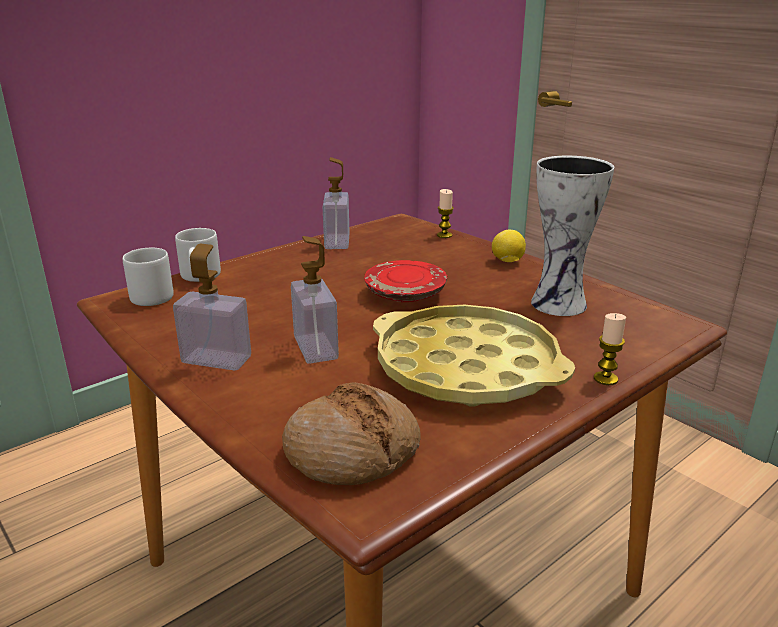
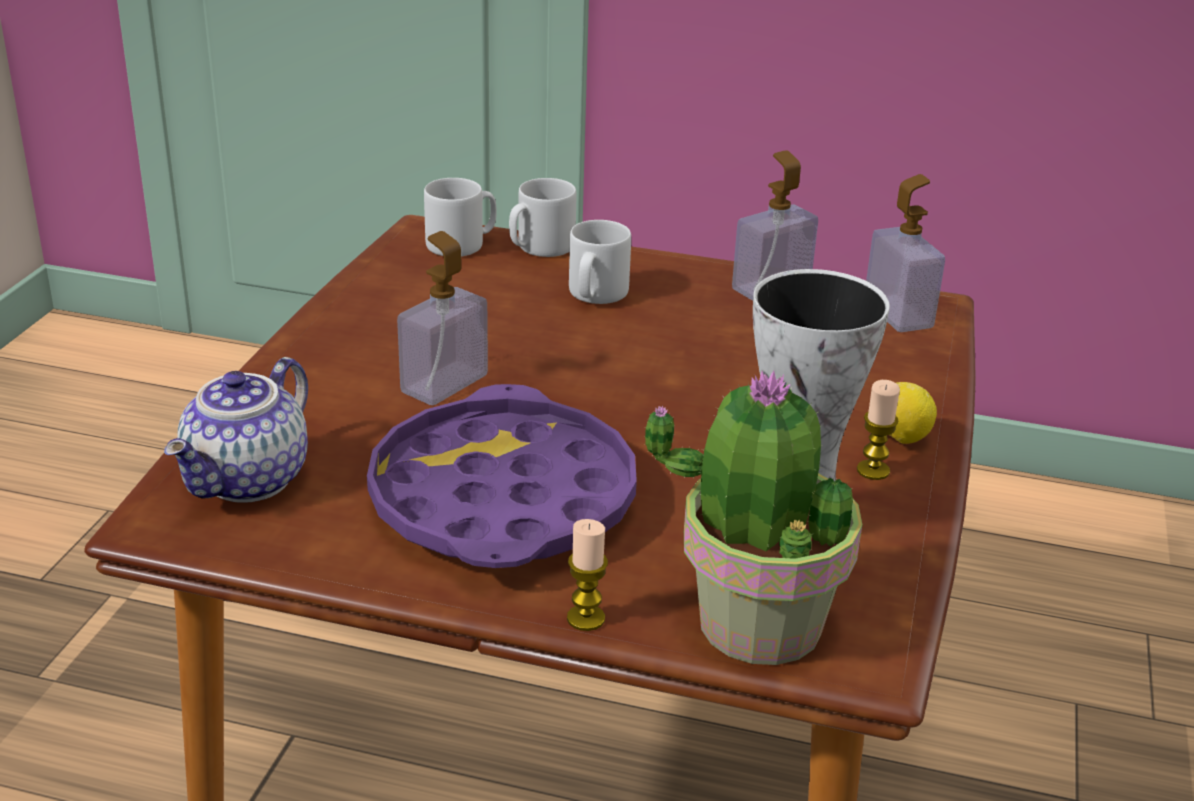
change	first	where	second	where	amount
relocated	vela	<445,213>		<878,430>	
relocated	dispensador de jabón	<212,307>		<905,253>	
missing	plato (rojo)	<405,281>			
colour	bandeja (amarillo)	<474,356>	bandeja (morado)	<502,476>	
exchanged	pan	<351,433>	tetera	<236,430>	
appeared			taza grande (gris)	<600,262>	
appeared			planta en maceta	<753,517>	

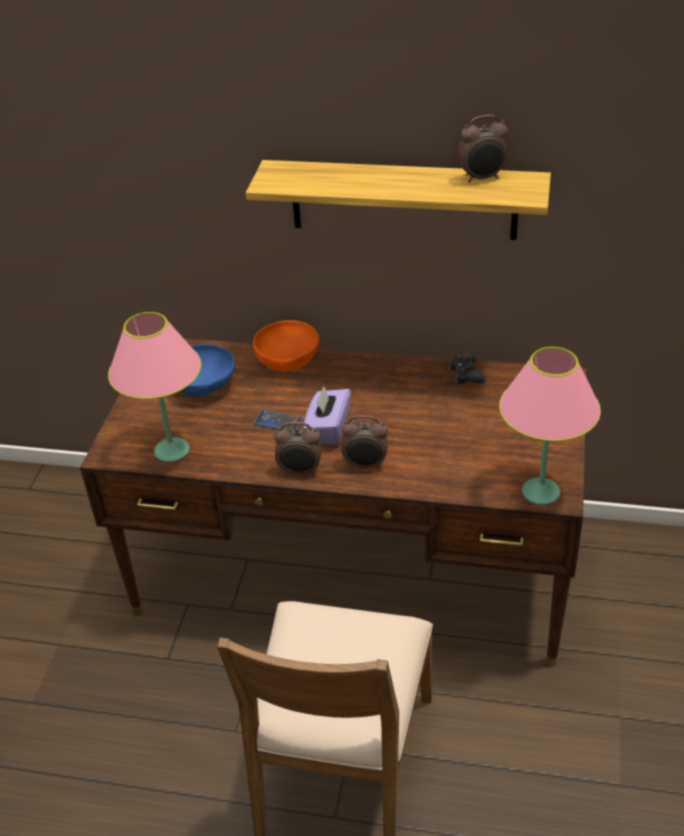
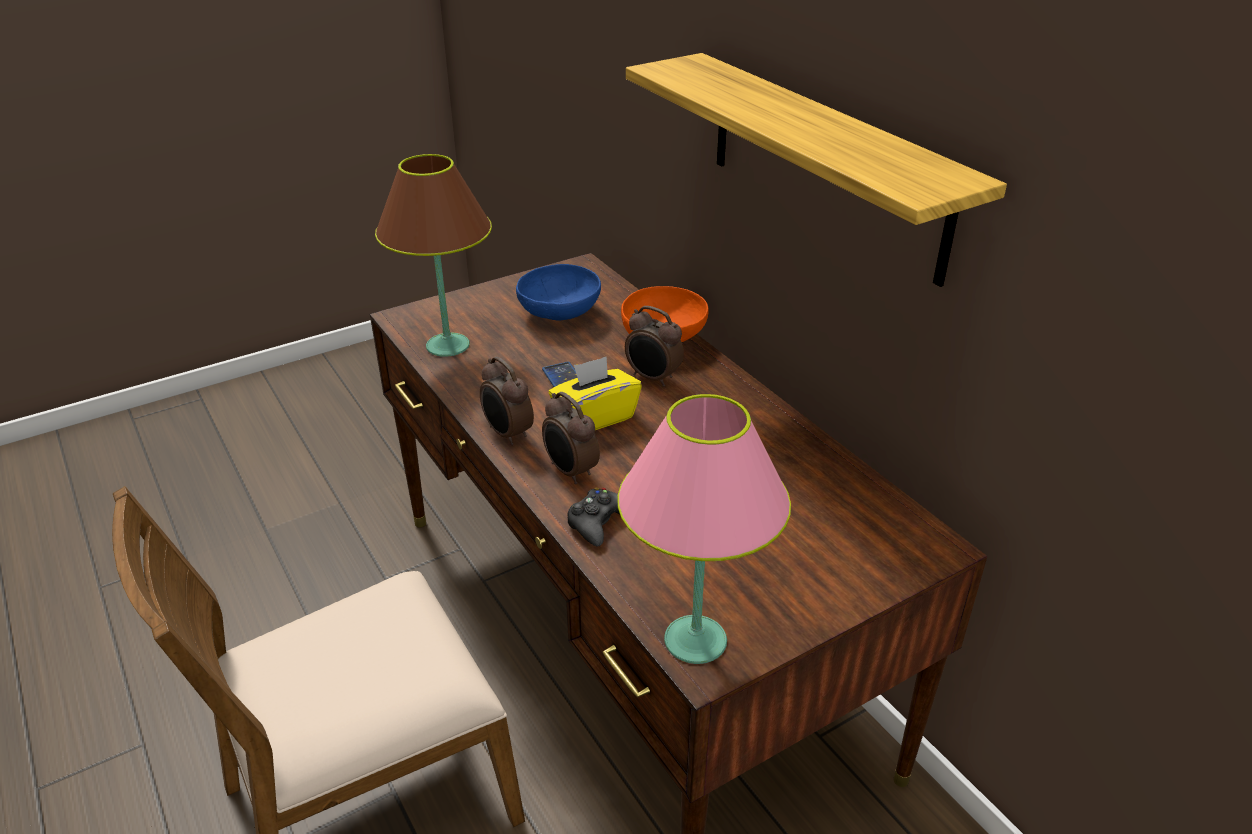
change	first	where	second	where	amount
relocated	despertador	<482,149>		<654,346>	
colour	lámpara de mesa (rosa)	<154,387>	lámpara de mesa (marrón)	<433,255>	
relocated	mando de consola (negro)	<467,369>		<593,517>	
colour	caja de pañuelos (morado)	<327,415>	caja de pañuelos (amarillo)	<595,393>	

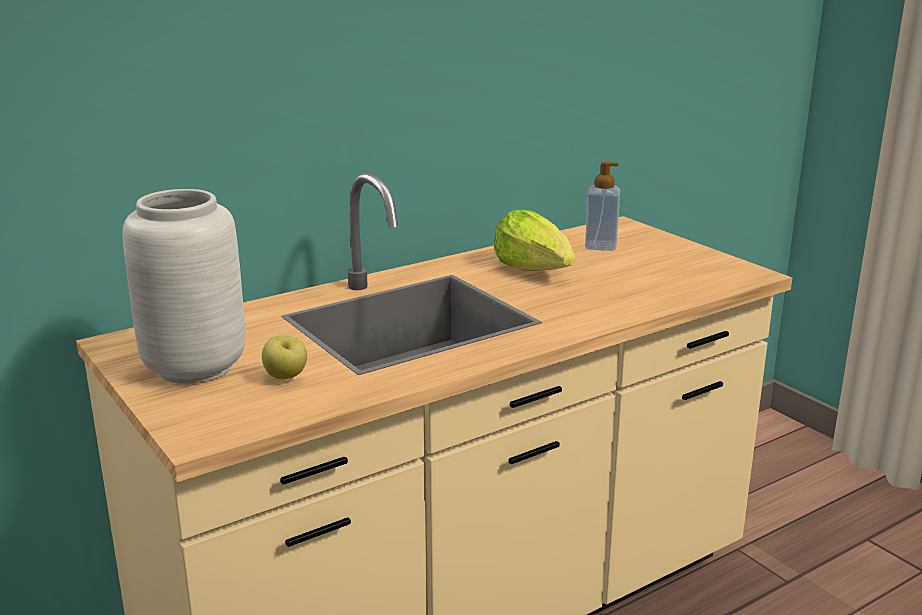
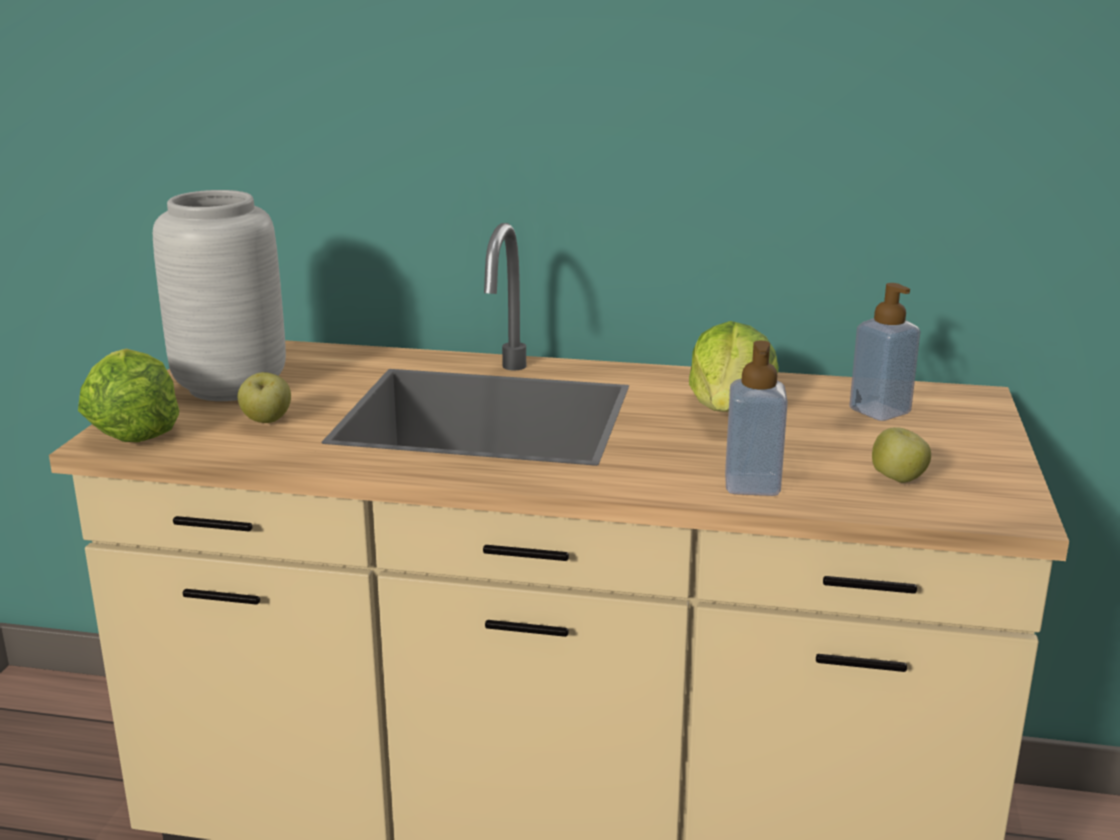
change	first	where	second	where	amount
appeared			dispensador de jabón	<756,418>	
appeared			lechuga	<128,395>	
appeared			manzana	<901,455>	

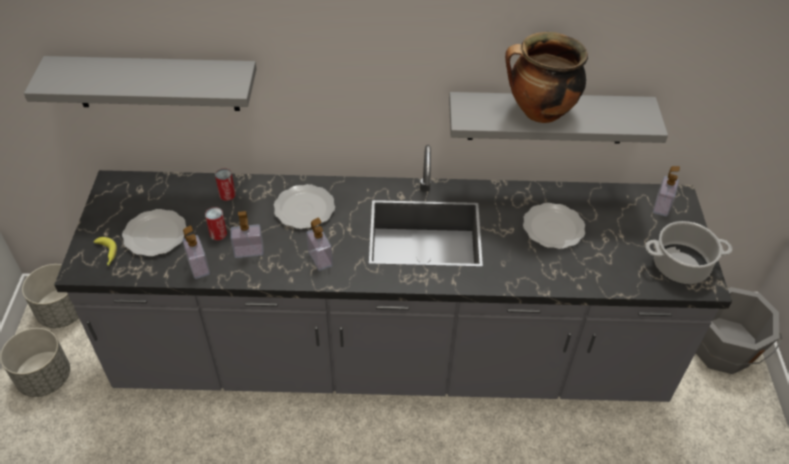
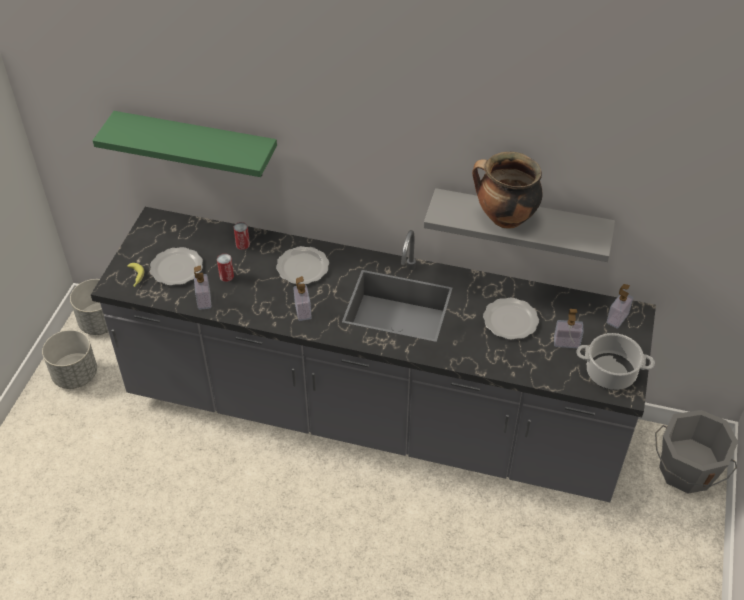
change	first	where	second	where	amount
colour	estante (gris)	<140,83>	estante (verde)	<185,144>	
relocated	dispensador de jabón	<247,234>		<569,328>	

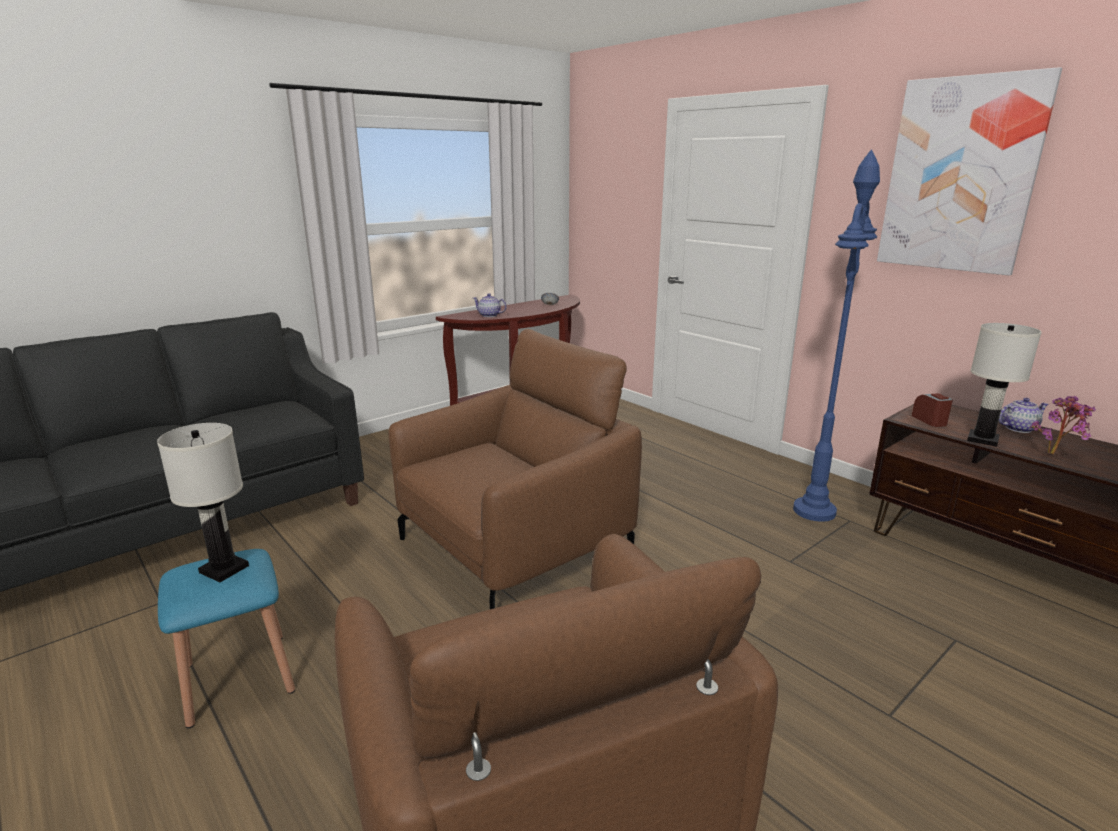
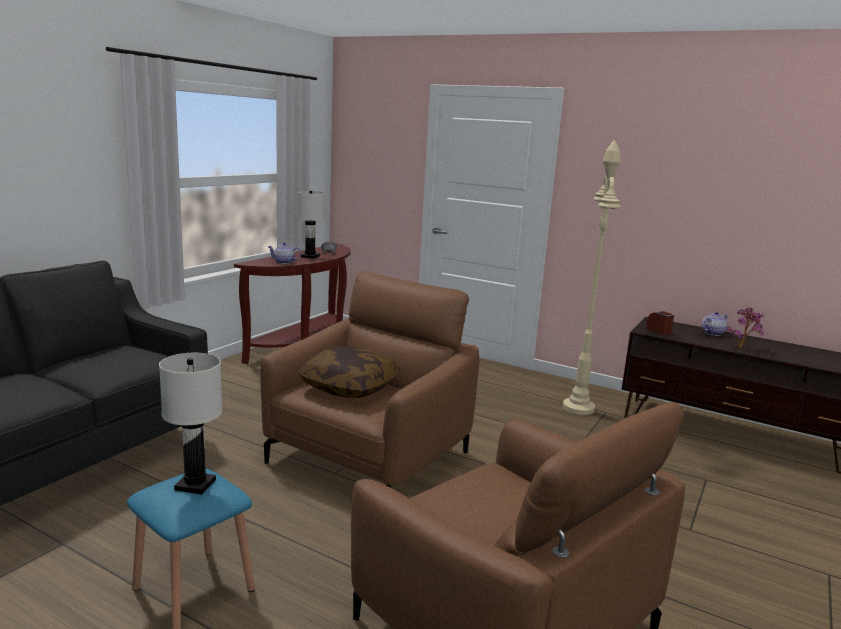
change	first	where	second	where	amount
missing	cuadro	<969,171>			
colour	lámpara de pie (azul)	<836,336>	lámpara de pie (beis)	<592,277>	
relocated	lámpara de mesa (blanco)	<1004,385>		<311,225>	
appeared			cojín	<349,372>	

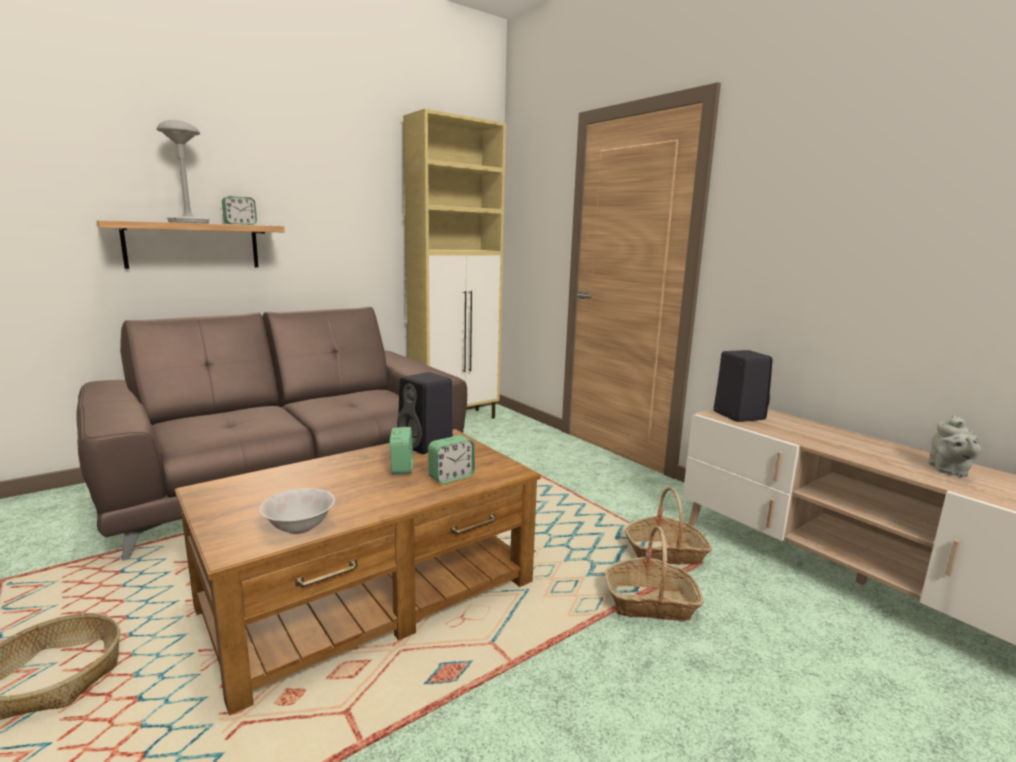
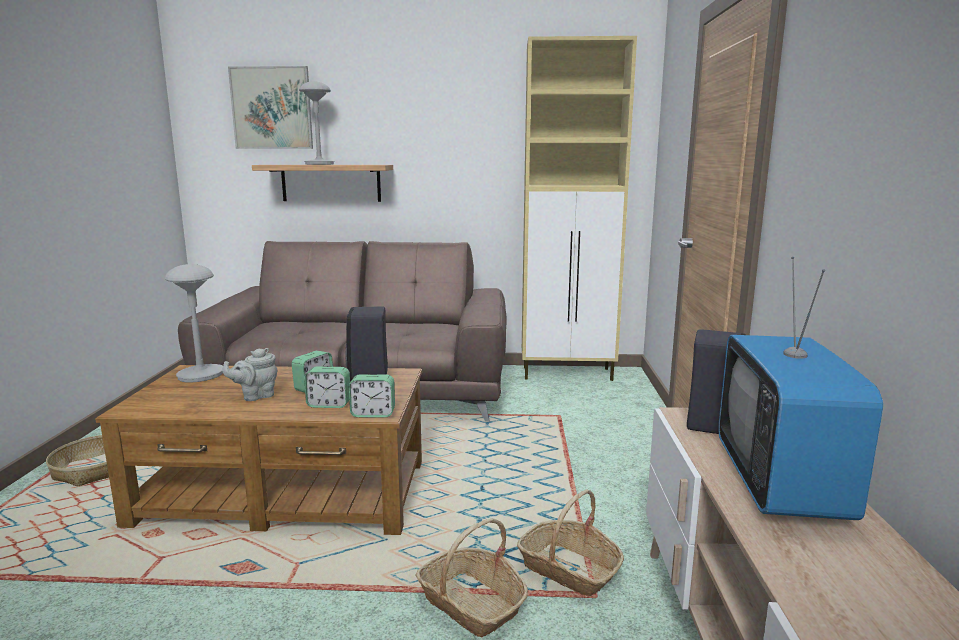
change	first	where	second	where	amount
relocated	despertador	<239,210>		<372,395>	
relocated	tetera (gris)	<955,446>		<249,374>	
missing	cuenco (blanco)	<297,511>			
appeared			cuadro	<270,107>	
appeared			televisor	<800,388>	
appeared			lámpara de mesa (gris)	<194,323>	

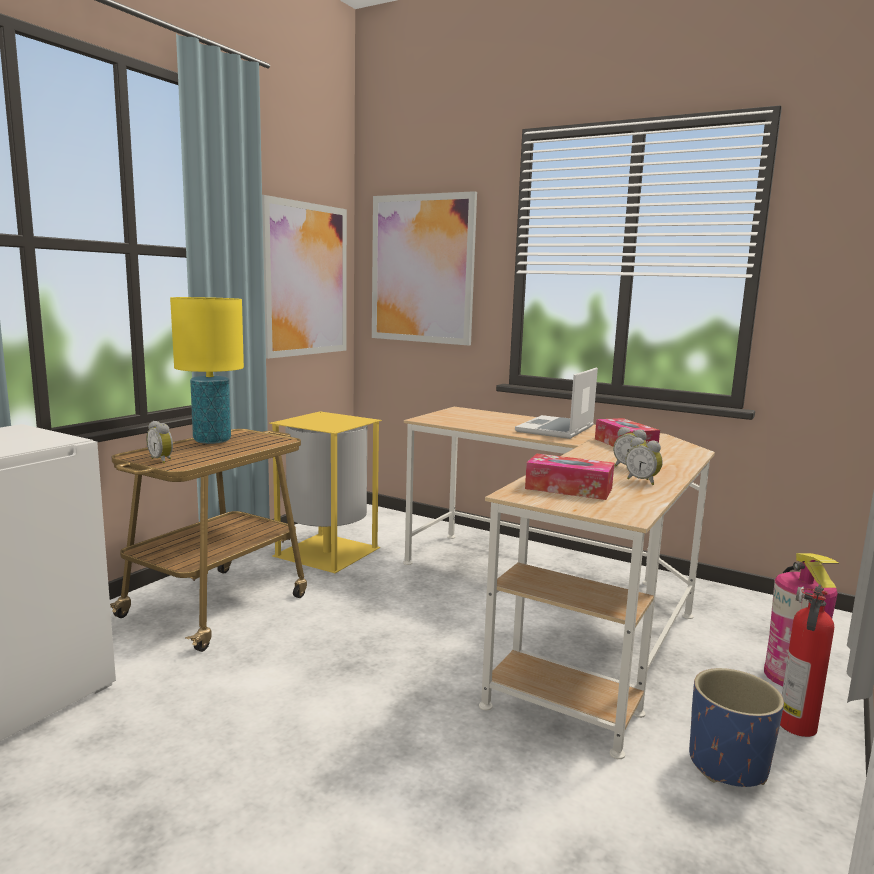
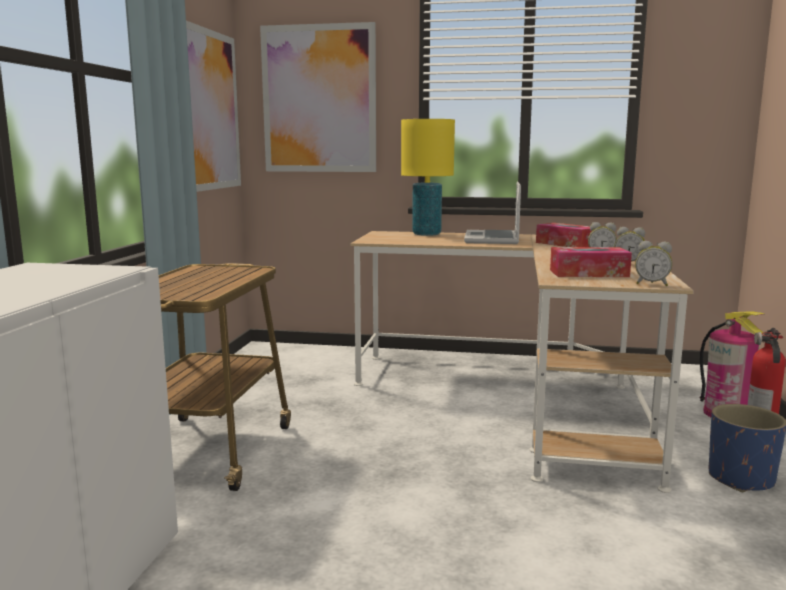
change	first	where	second	where	amount
relocated	lámpara de mesa (amarillo)	<207,370>		<428,177>	
missing	papelera (amarillo)	<325,492>			
relocated	despertador	<159,442>		<653,263>	

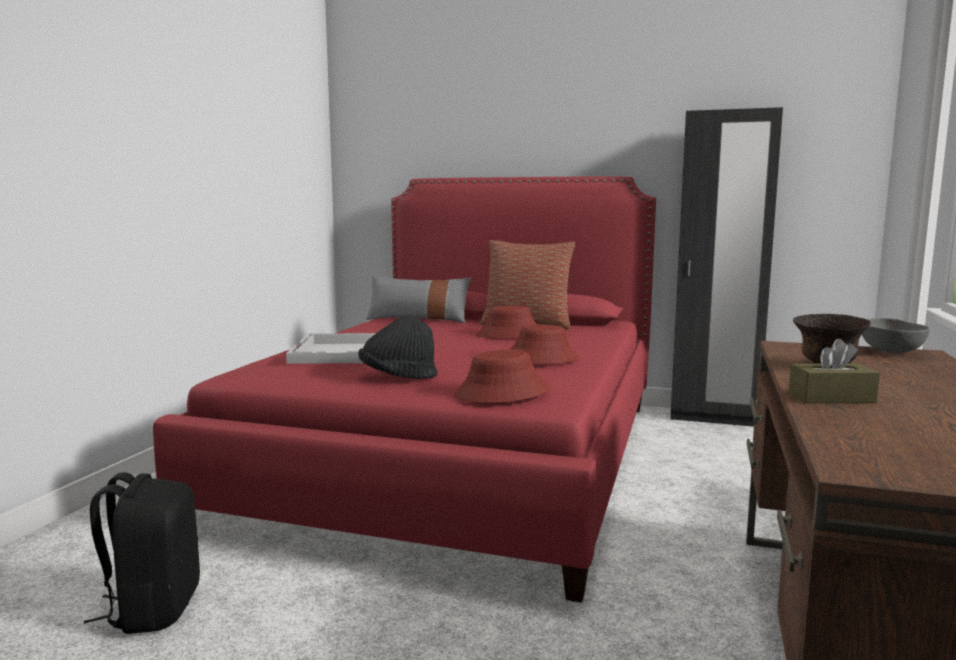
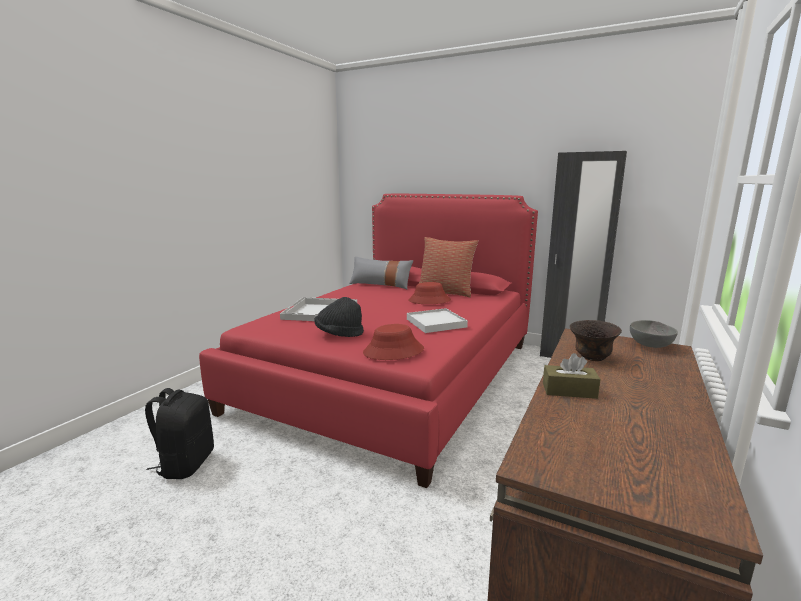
change	first	where	second	where	amount
exchanged	sombrero (rojo)	<545,344>	bandeja (blanco)	<437,320>	

